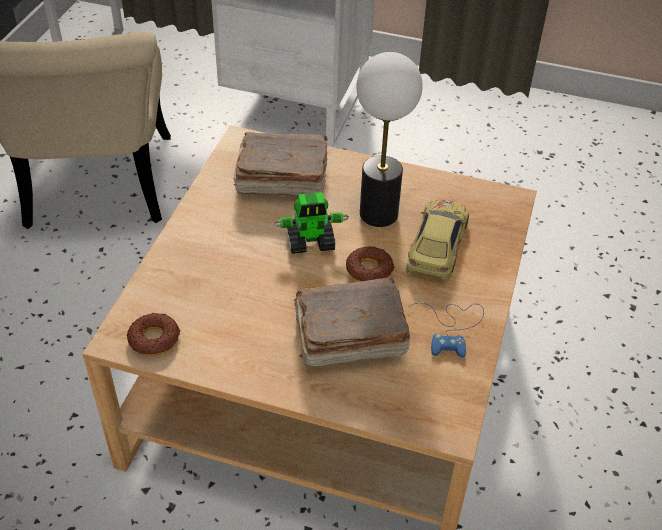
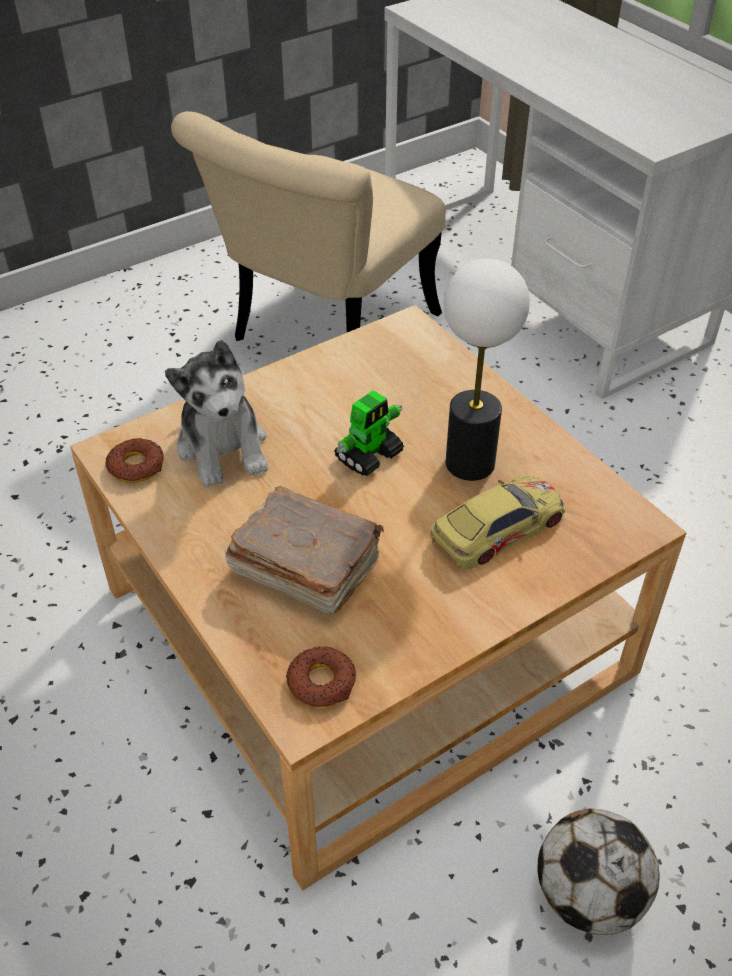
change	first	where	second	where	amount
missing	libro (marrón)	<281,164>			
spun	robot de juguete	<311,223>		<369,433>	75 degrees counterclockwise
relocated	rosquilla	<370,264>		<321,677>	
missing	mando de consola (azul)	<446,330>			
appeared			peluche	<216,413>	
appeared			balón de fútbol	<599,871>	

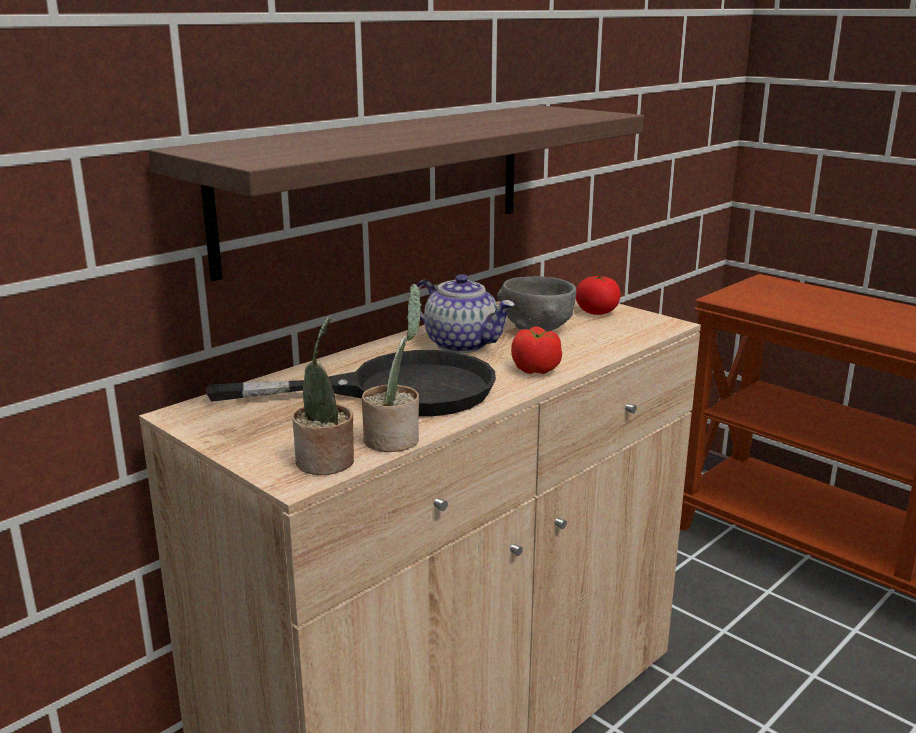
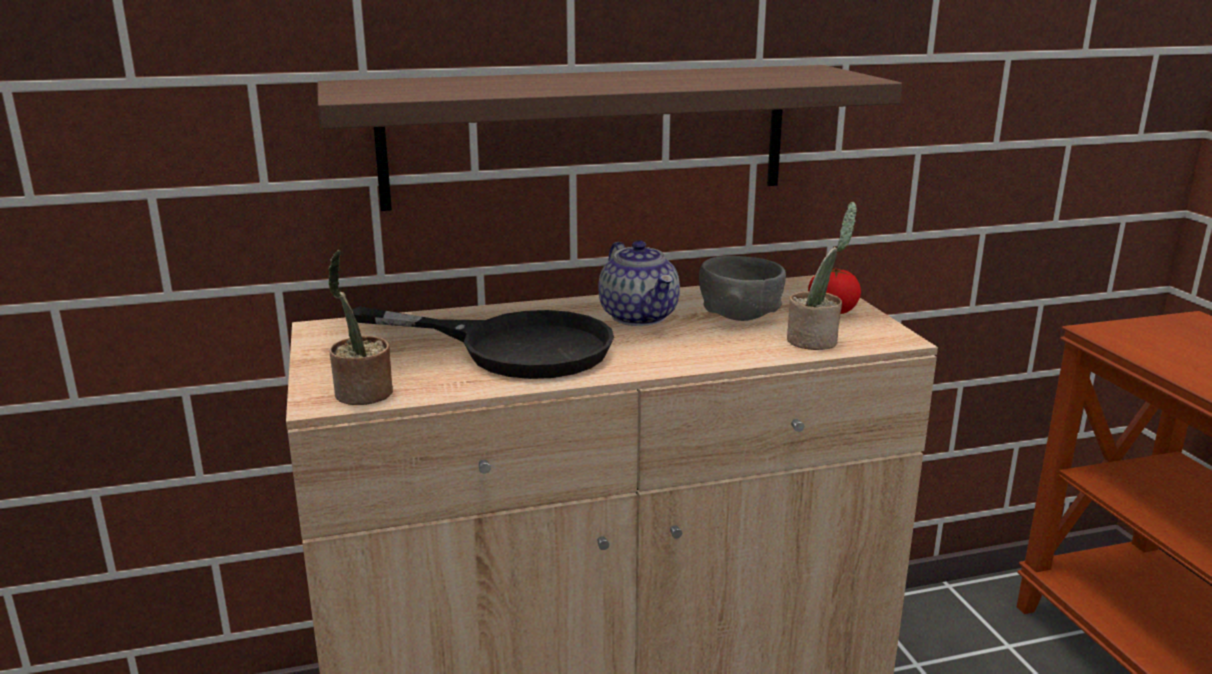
change	first	where	second	where	amount
relocated	planta en maceta	<391,368>		<822,276>	
missing	tomate	<536,350>			

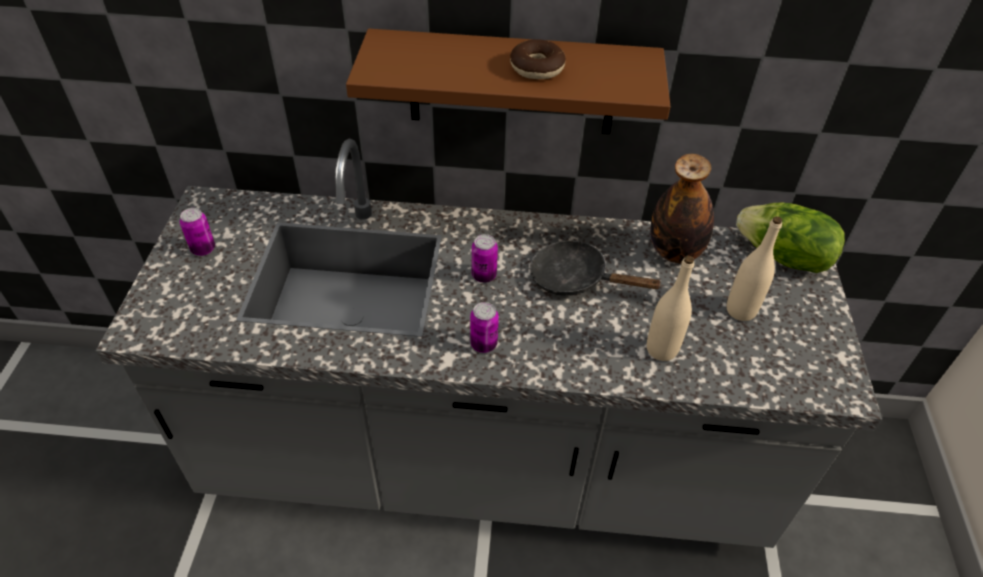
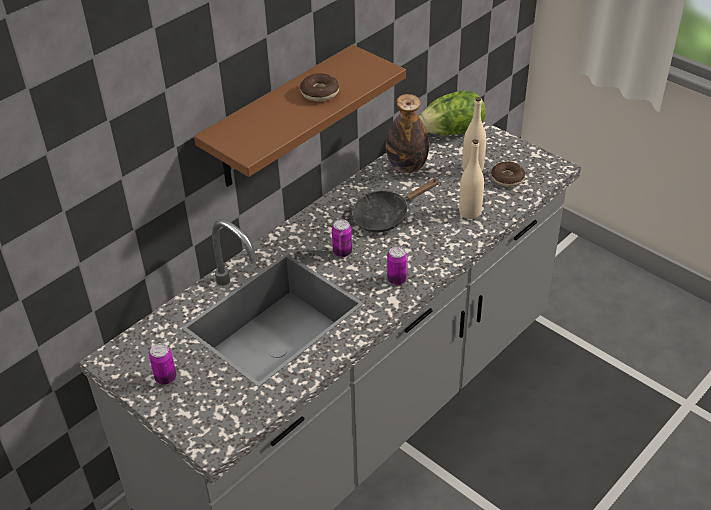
change	first	where	second	where	amount
appeared			rosquilla	<508,174>	

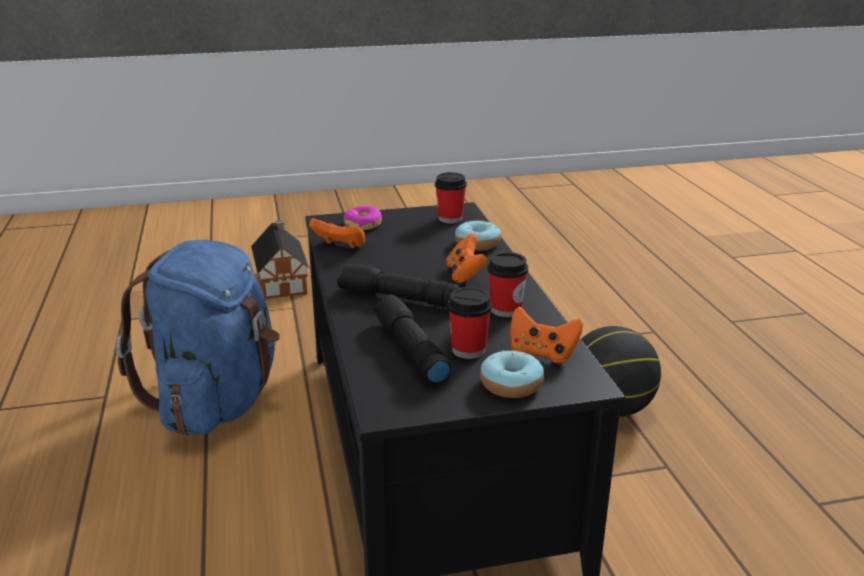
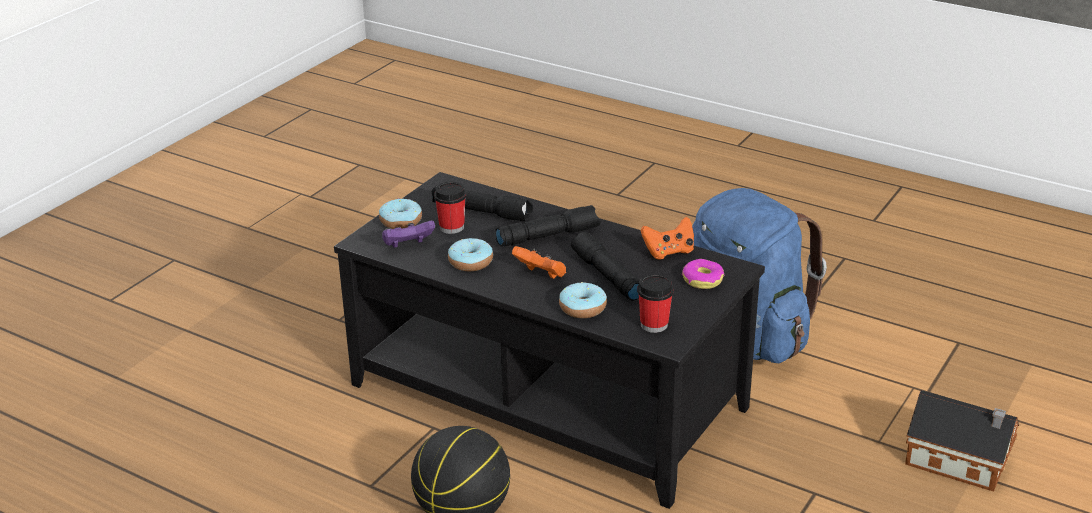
change	first	where	second	where	amount
exchanged	taza	<507,284>	rosquilla	<470,254>	
colour	mando de consola (naranja)	<546,335>	mando de consola (morado)	<408,234>	
appeared			linterna (negro)	<605,266>	

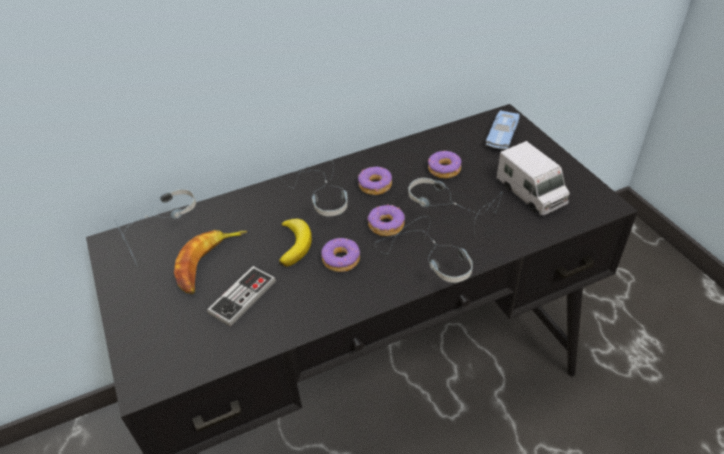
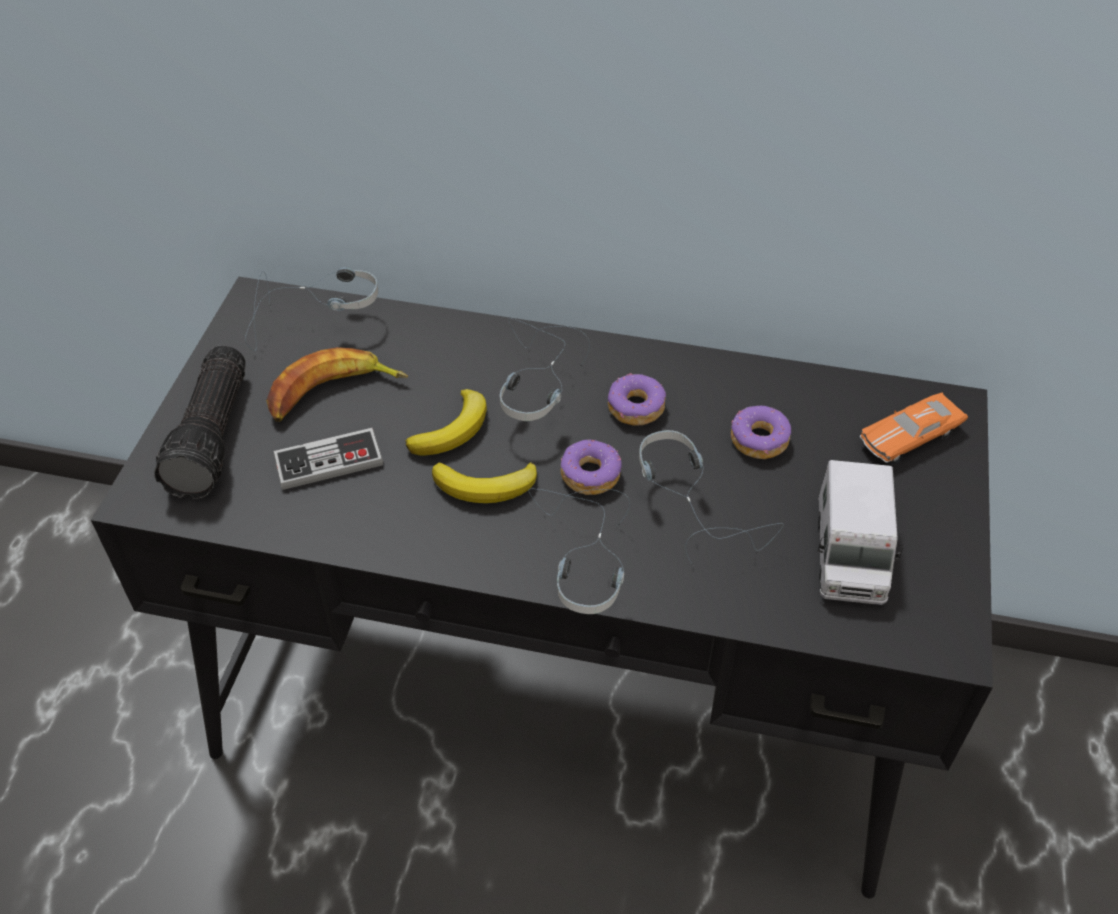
change	first	where	second	where	amount
colour	coche de juguete (azul)	<503,129>	coche de juguete (naranja)	<914,428>	
exchanged	rosquilla	<340,255>	plátano	<484,482>	
appeared			linterna	<200,422>	

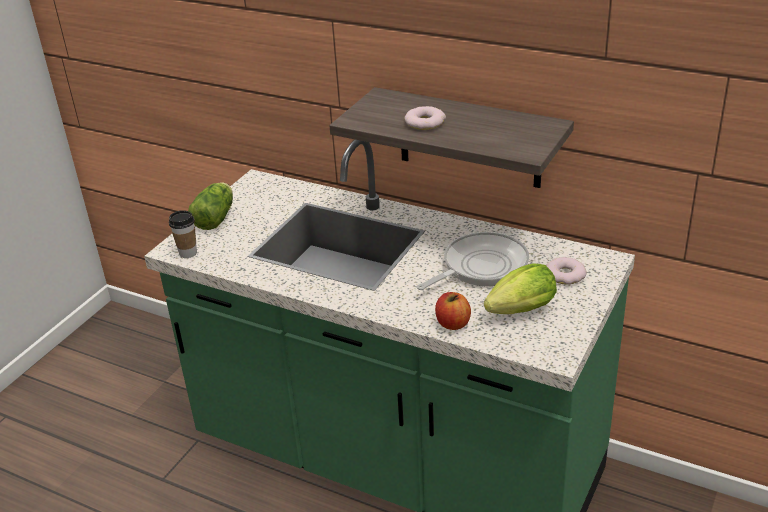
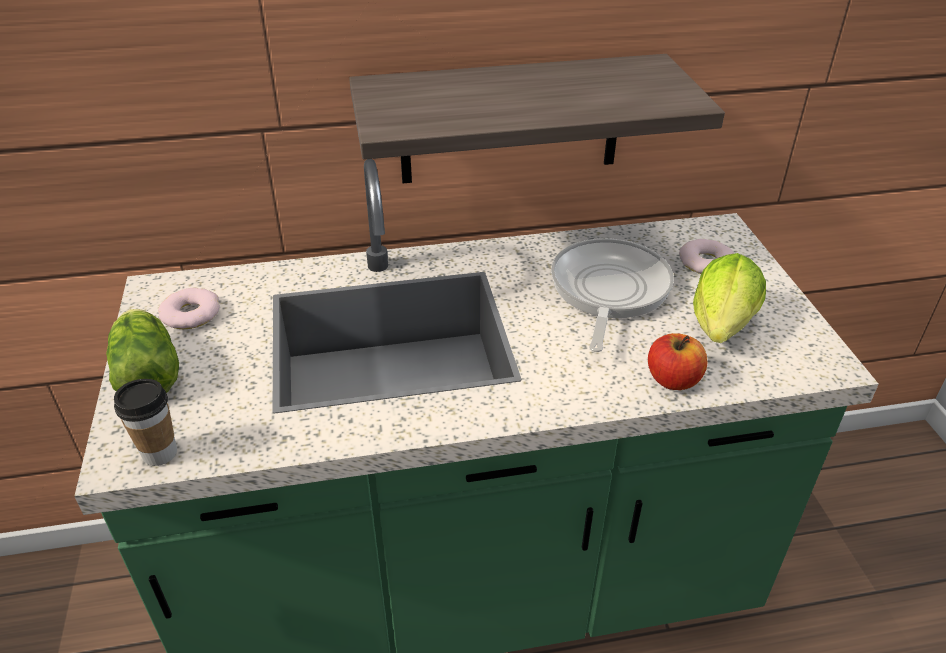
change	first	where	second	where	amount
relocated	rosquilla	<425,118>		<189,308>	

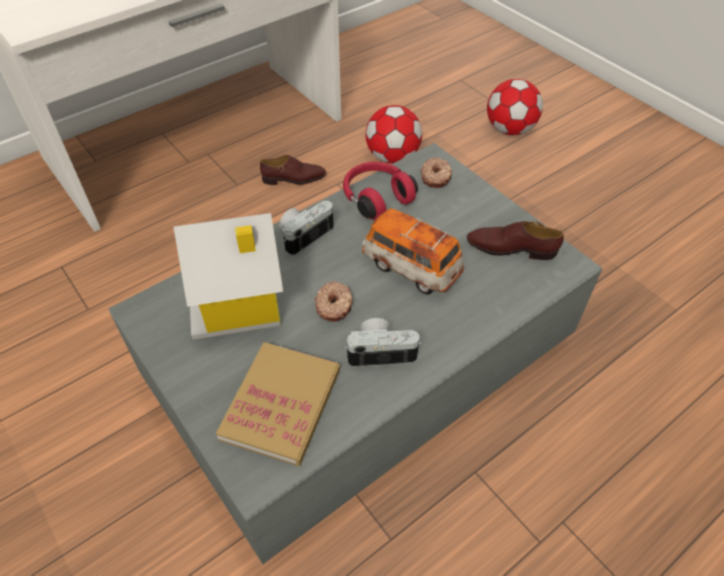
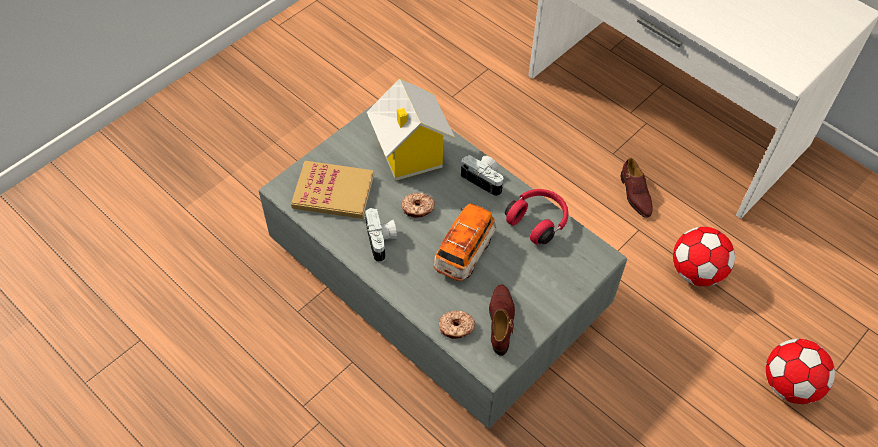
change	first	where	second	where	amount
relocated	rosquilla	<436,172>		<457,324>	

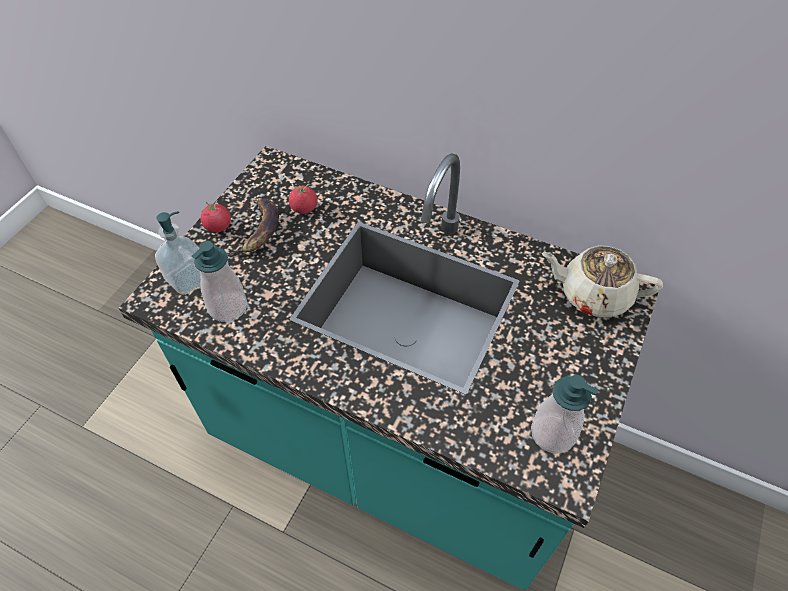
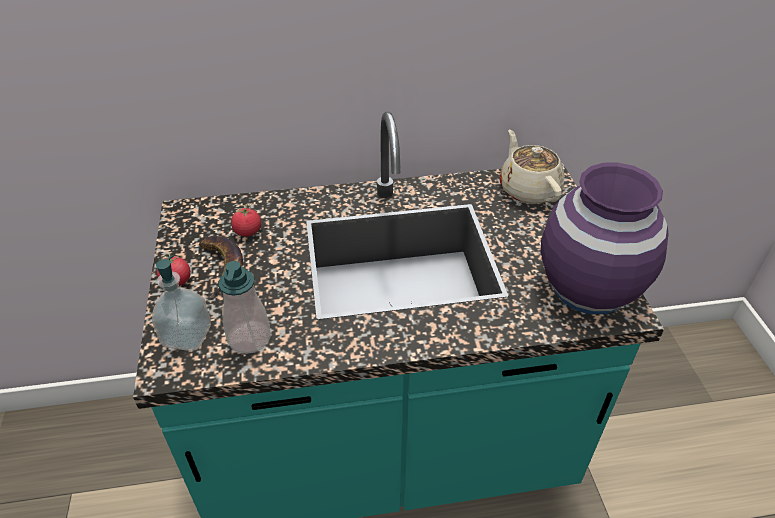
change	first	where	second	where	amount
spun	tetera (beis)	<602,281>		<531,167>	90 degrees clockwise
exchanged	dispensador de jabón	<564,414>	florero (morado)	<605,238>	

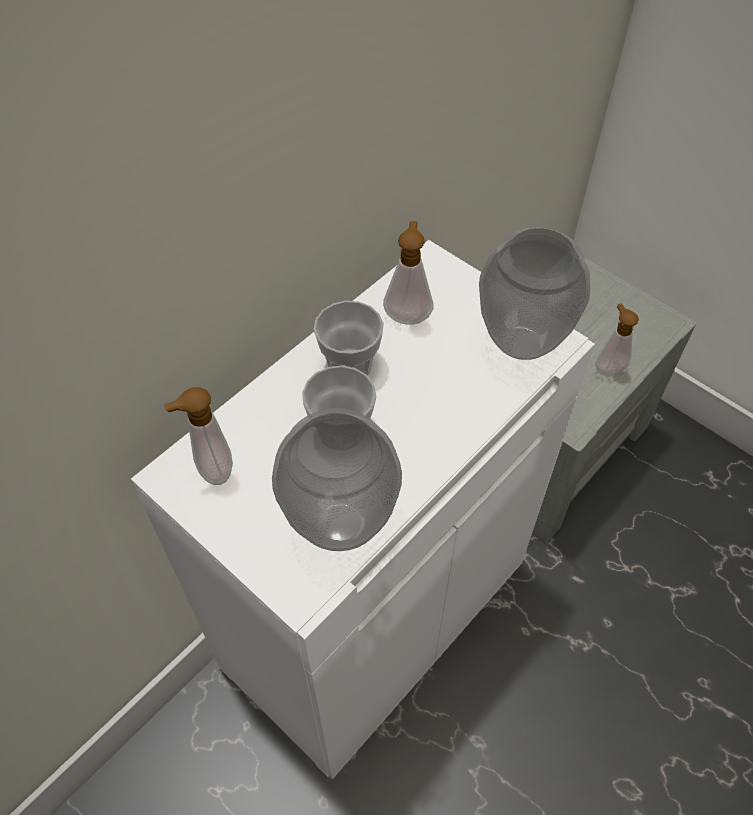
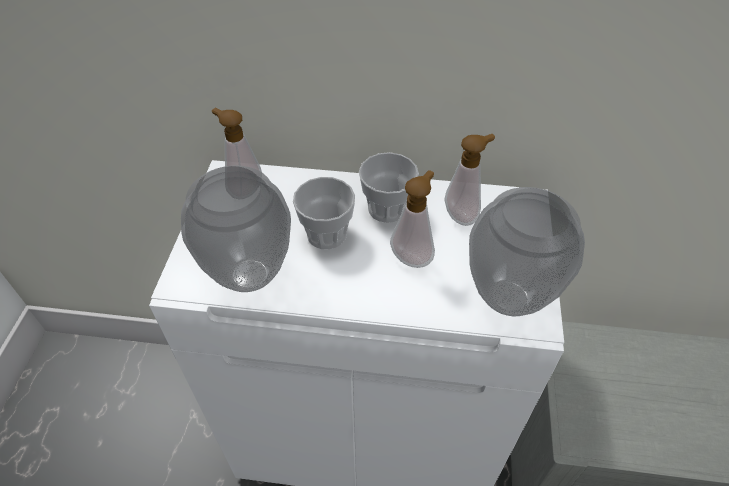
change	first	where	second	where	amount
relocated	dispensador de jabón	<617,340>		<412,219>	

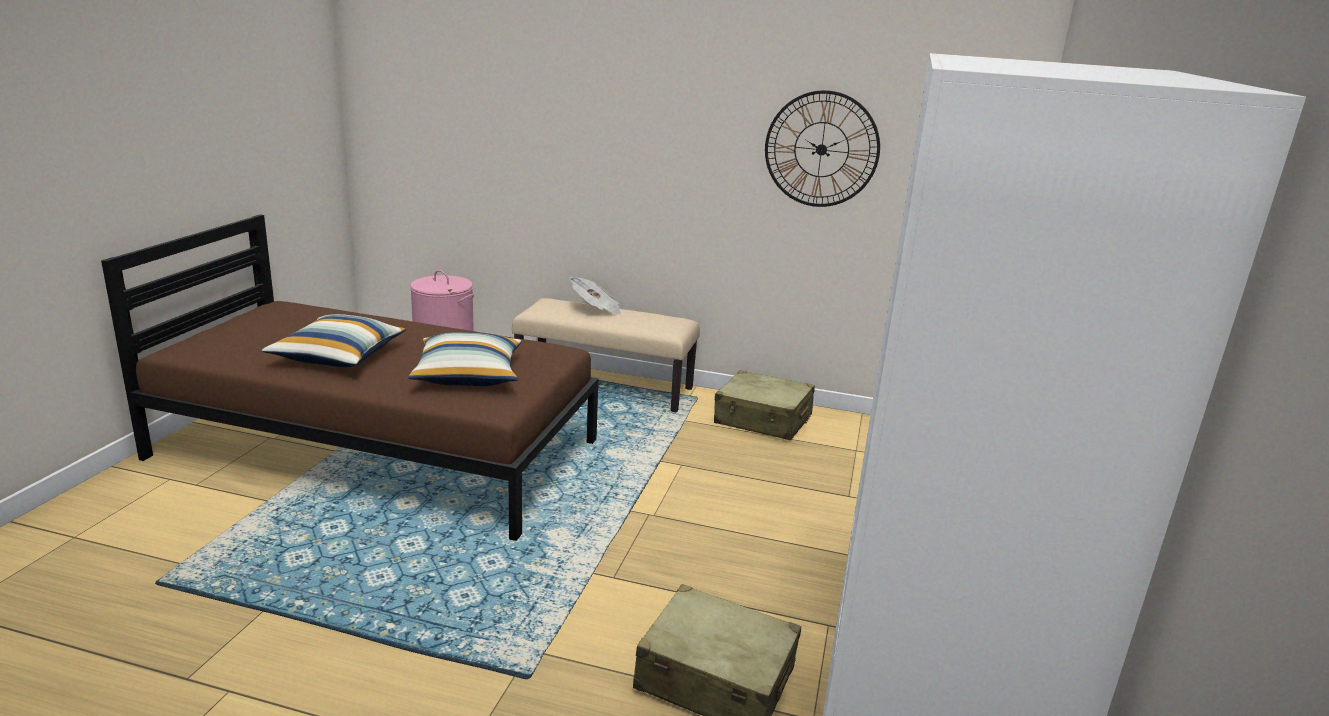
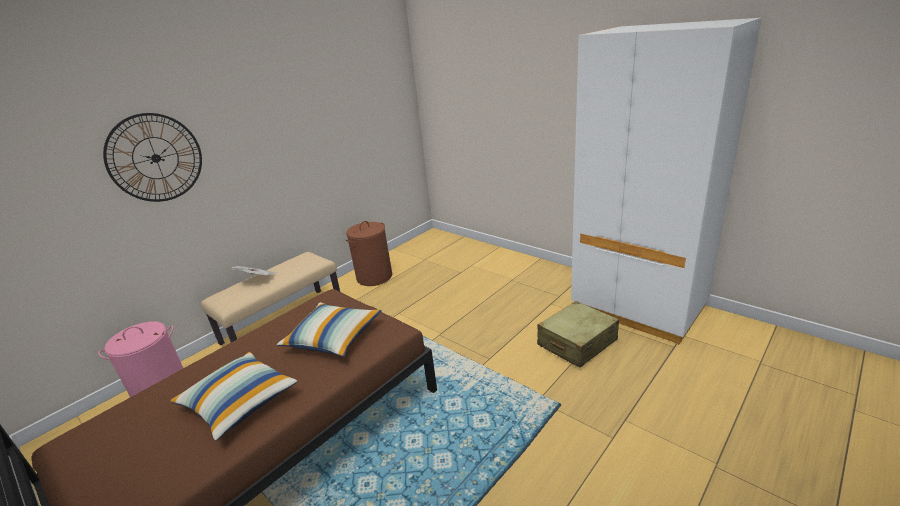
change	first	where	second	where	amount
relocated	reloj de pared	<822,148>		<152,157>	
exchanged	maleta (beis)	<764,405>	cesto de la ropa (marrón)	<369,253>	

